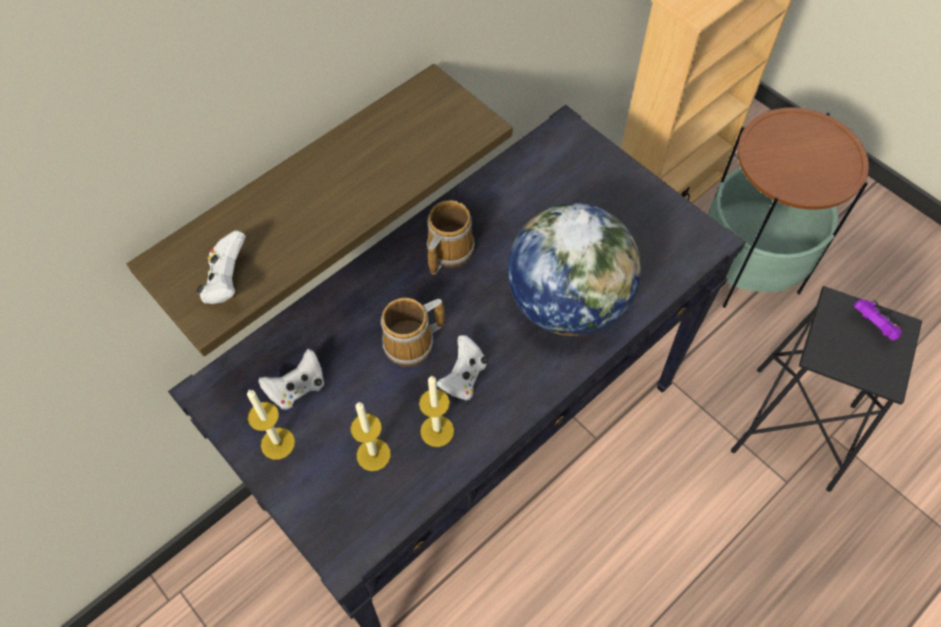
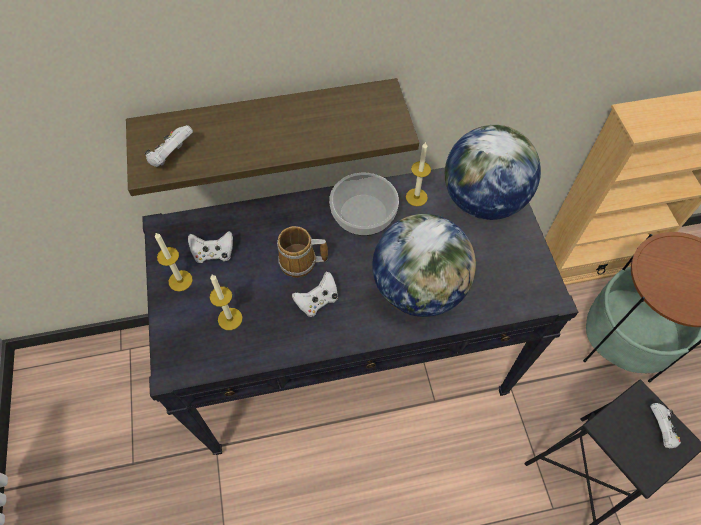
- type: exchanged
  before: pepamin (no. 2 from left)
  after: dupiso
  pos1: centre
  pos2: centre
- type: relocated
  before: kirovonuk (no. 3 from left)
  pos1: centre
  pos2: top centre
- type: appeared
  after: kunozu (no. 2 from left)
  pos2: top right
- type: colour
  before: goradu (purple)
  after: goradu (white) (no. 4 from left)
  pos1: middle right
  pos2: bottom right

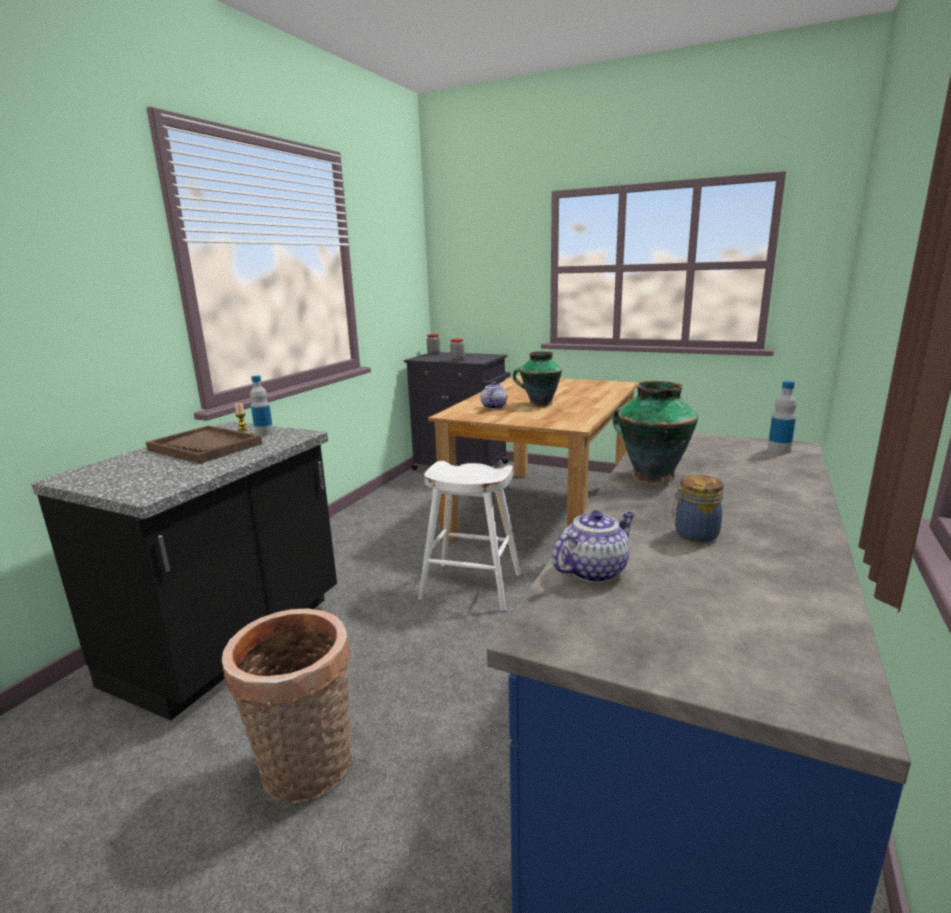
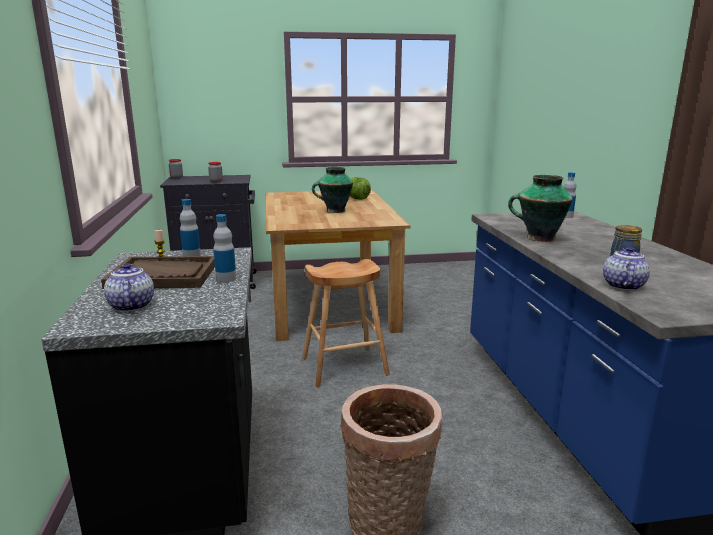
- type: relocated
  before: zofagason (no. 1 from left)
  pos1: centre
  pos2: middle left
- type: appeared
  after: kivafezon (no. 2 from left)
  pos2: middle left
- type: colour
  before: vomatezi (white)
  after: vomatezi (brown)
  pos1: centre
  pos2: centre
- type: appeared
  after: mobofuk
  pos2: centre

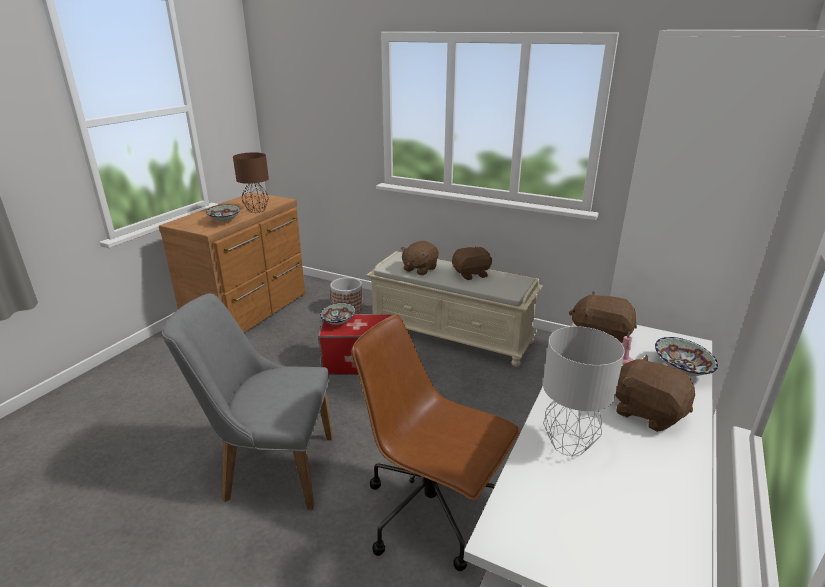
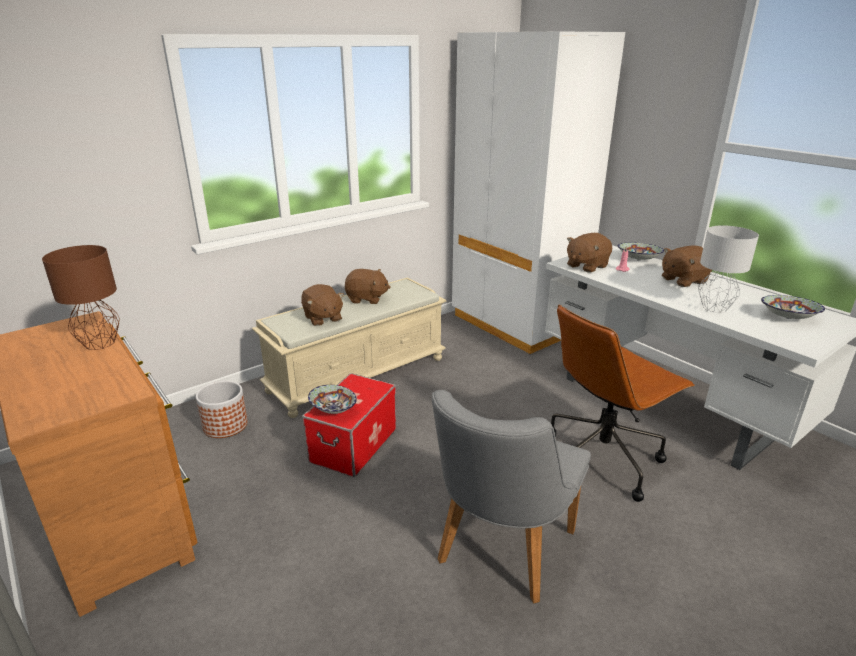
- type: spun
  before: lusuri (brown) (no. 2 from left)
  pos1: centre
  pos2: centre
  turn: 90
- type: relocated
  before: dupiso (no. 1 from left in the first image)
  after: dupiso (no. 3 from left)
  pos1: middle left
  pos2: middle right

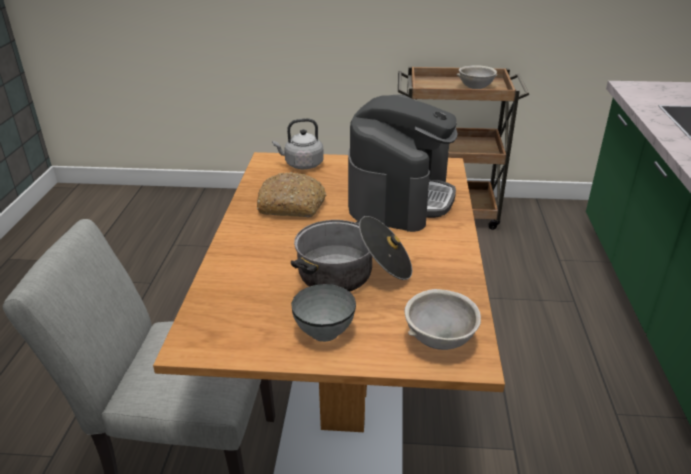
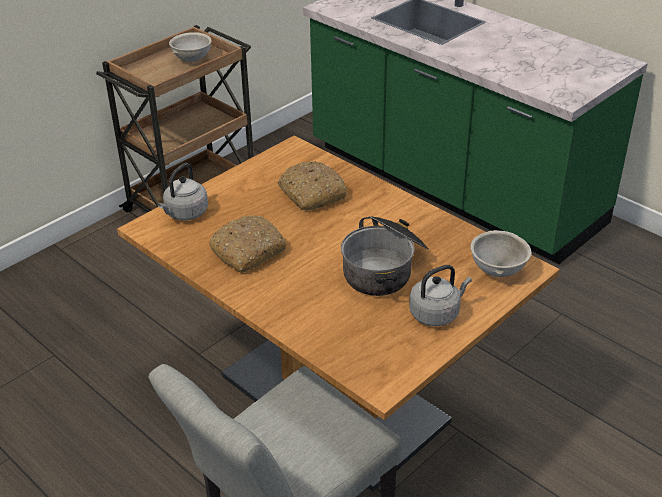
- type: exchanged
  before: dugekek
  after: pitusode (no. 2 from left)
  pos1: centre
  pos2: centre
- type: exchanged
  before: dupiso (grey) (no. 1 from left)
  after: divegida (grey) (no. 2 from left)
  pos1: centre
  pos2: centre

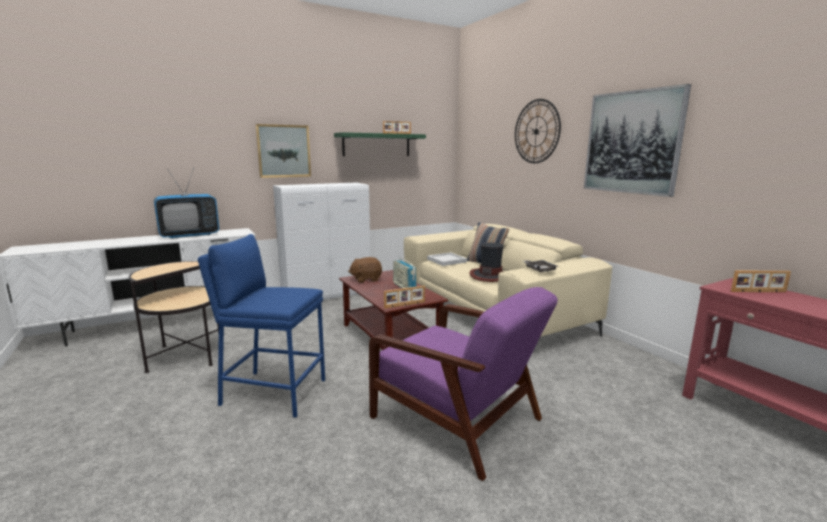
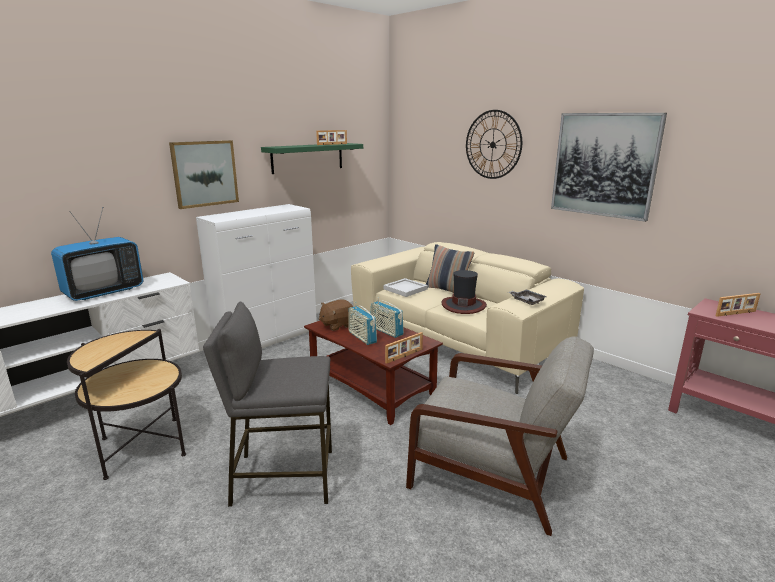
- type: colour
  before: vomatezi (blue)
  after: vomatezi (grey)
  pos1: middle left
  pos2: bottom centre
- type: appeared
  after: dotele (no. 1 from left)
  pos2: centre
- type: colour
  before: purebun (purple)
  after: purebun (grey)
  pos1: bottom centre
  pos2: bottom centre

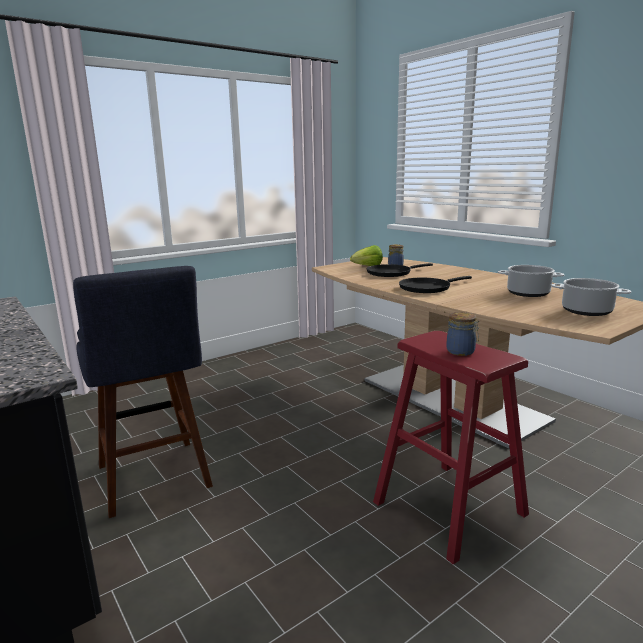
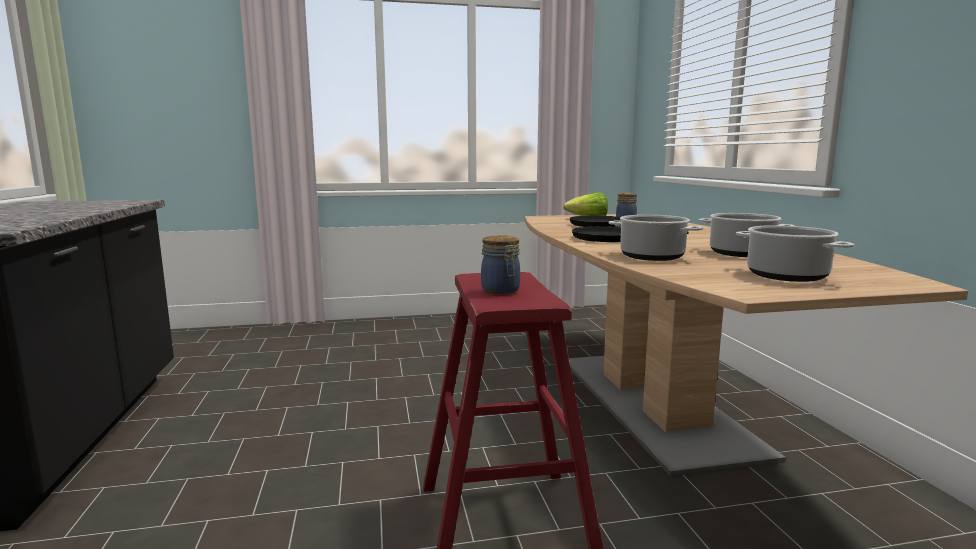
- type: appeared
  after: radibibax (no. 1 from left)
  pos2: middle right
- type: missing
  before: vomatezi (blue)
  pos1: middle left

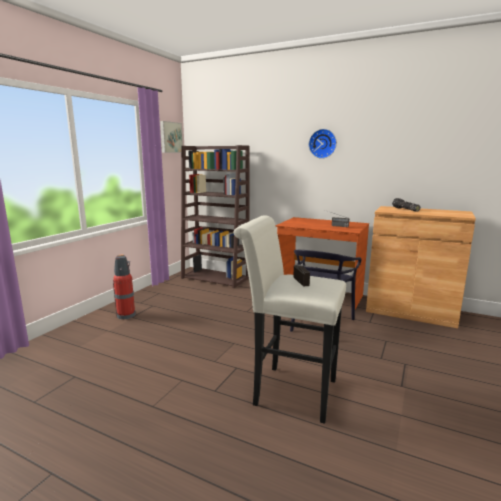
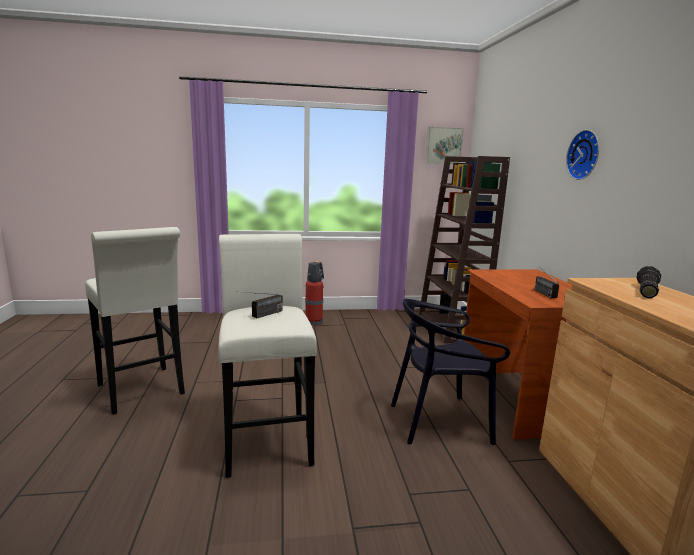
- type: appeared
  after: vomatezi (white) (no. 1 from left)
  pos2: middle left

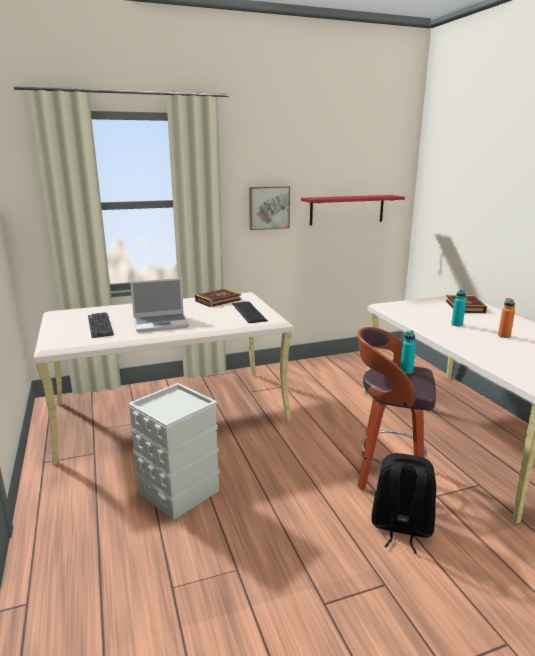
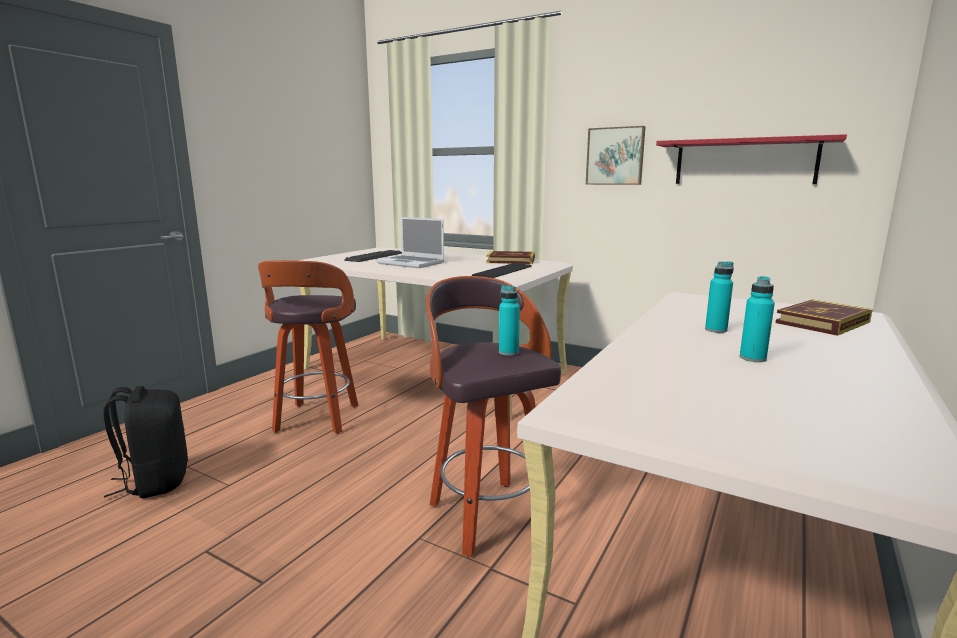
- type: relocated
  before: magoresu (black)
  pos1: bottom right
  pos2: bottom left
- type: exchanged
  before: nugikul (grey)
  after: vomatezi (no. 1 from left)
  pos1: bottom left
  pos2: middle left
- type: colour
  before: kivafezon (orange)
  after: kivafezon (turquoise) (no. 3 from left)
  pos1: middle right
  pos2: middle right

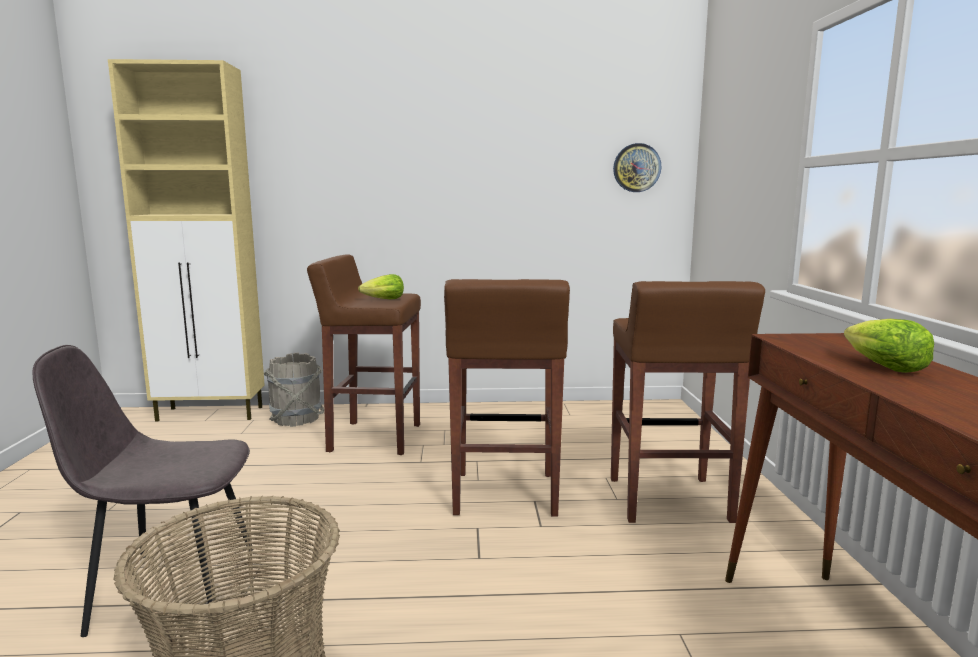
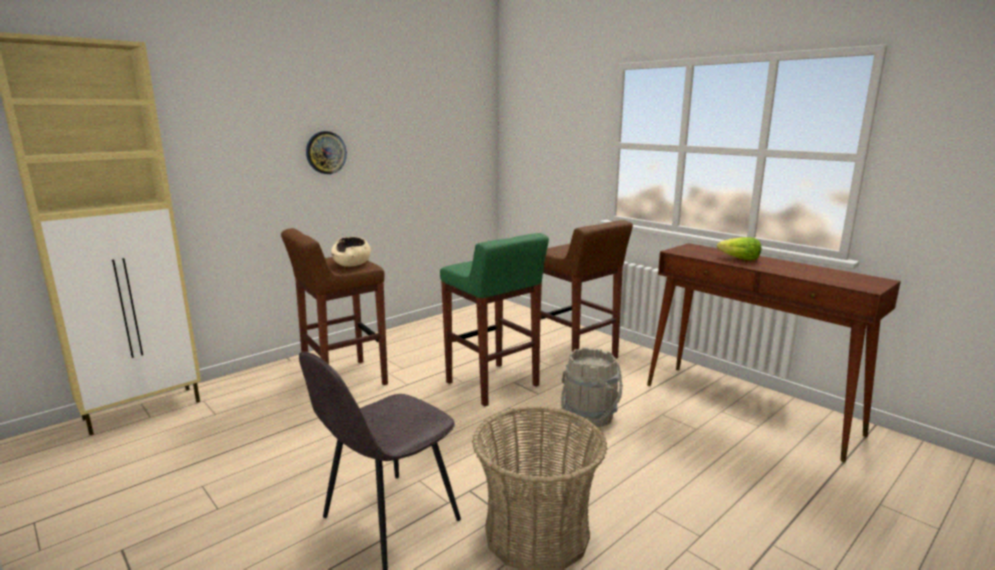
- type: relocated
  before: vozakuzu
  pos1: top centre
  pos2: top left
- type: exchanged
  before: mobofuk (no. 1 from left)
  after: dupiso (beige)
  pos1: centre
  pos2: centre
- type: colour
  before: vomatezi (brown) (no. 2 from left)
  after: vomatezi (green)
  pos1: centre
  pos2: centre
- type: relocated
  before: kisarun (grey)
  pos1: middle left
  pos2: bottom centre

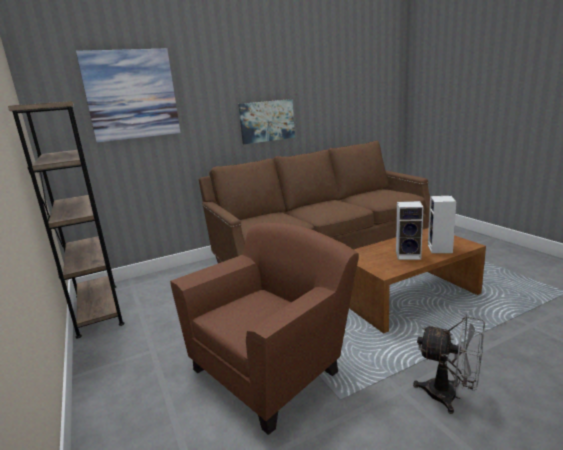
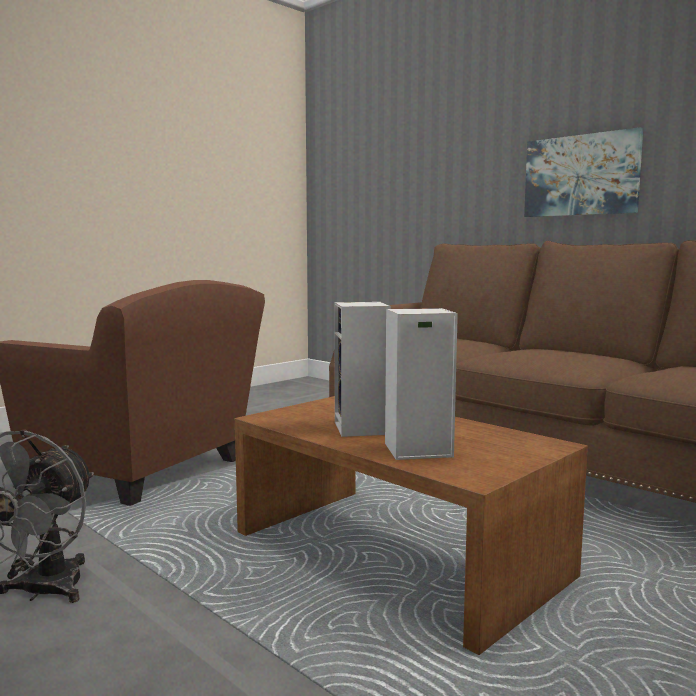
- type: missing
  before: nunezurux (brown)
  pos1: middle left
- type: missing
  before: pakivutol (no. 1 from left)
  pos1: top left

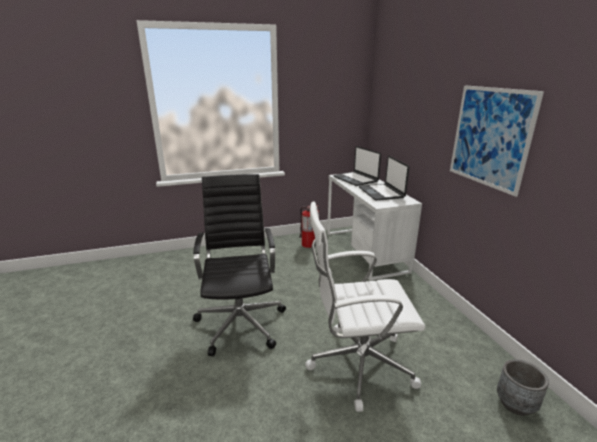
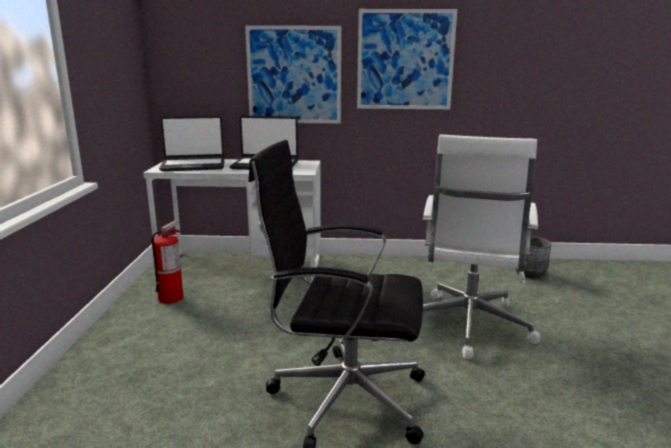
- type: appeared
  after: pakivutol (no. 1 from left)
  pos2: top centre

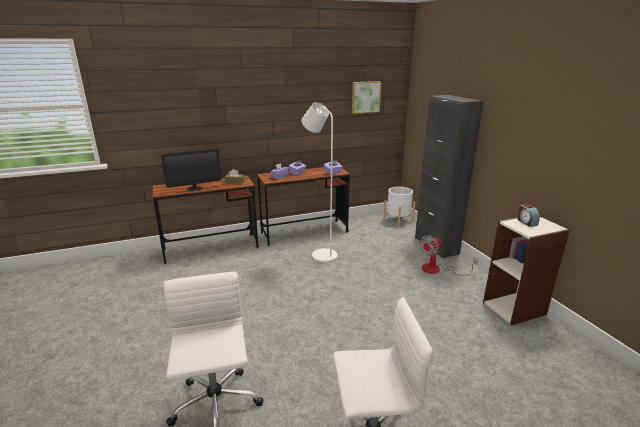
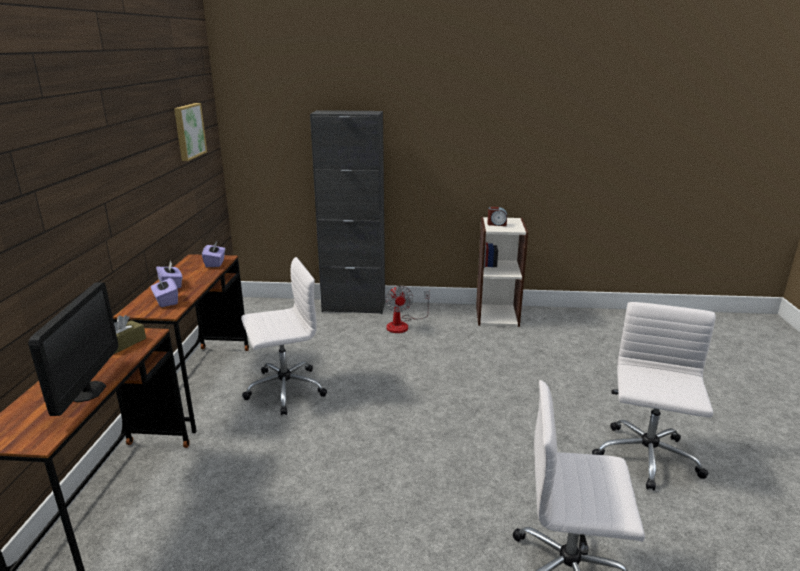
- type: exchanged
  before: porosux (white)
  after: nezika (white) (no. 1 from left)
  pos1: centre
  pos2: centre
- type: missing
  before: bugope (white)
  pos1: centre

